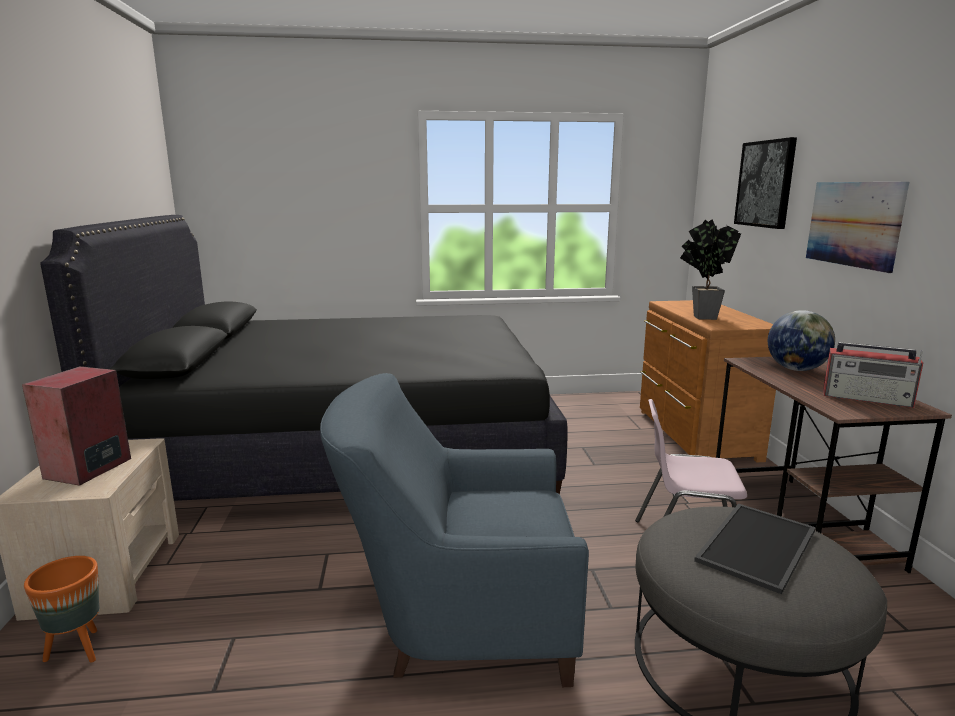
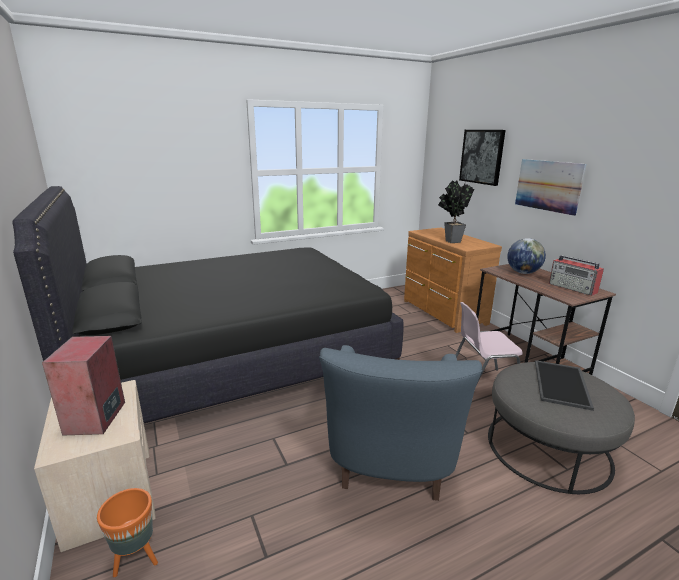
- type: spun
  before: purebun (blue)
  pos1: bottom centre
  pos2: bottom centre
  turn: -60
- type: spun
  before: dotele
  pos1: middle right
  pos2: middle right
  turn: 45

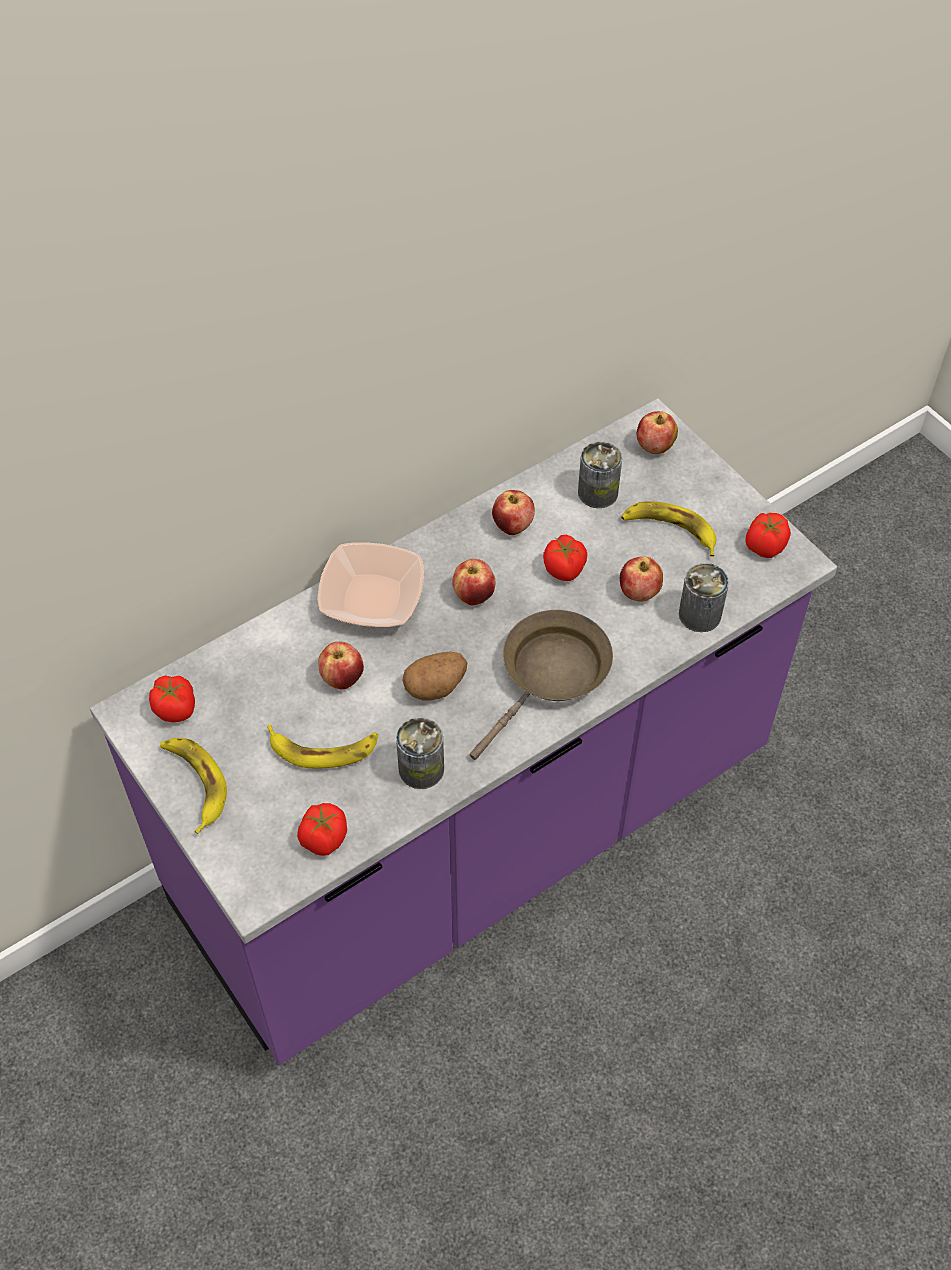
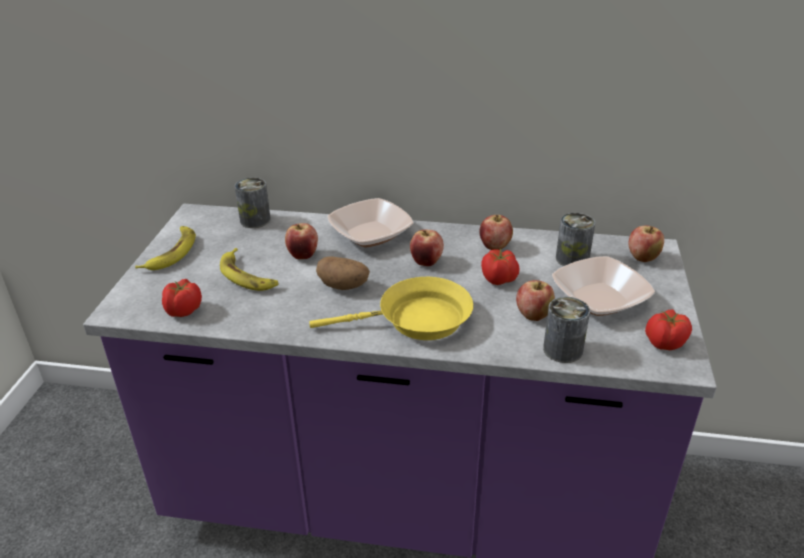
- type: relocated
  before: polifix (no. 1 from left)
  pos1: centre
  pos2: middle left
- type: colour
  before: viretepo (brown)
  after: viretepo (yellow)
  pos1: centre
  pos2: centre
- type: exchanged
  before: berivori (no. 3 from left)
  after: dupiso (no. 2 from left)
  pos1: middle right
  pos2: middle right
- type: missing
  before: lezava (no. 1 from left)
  pos1: middle left

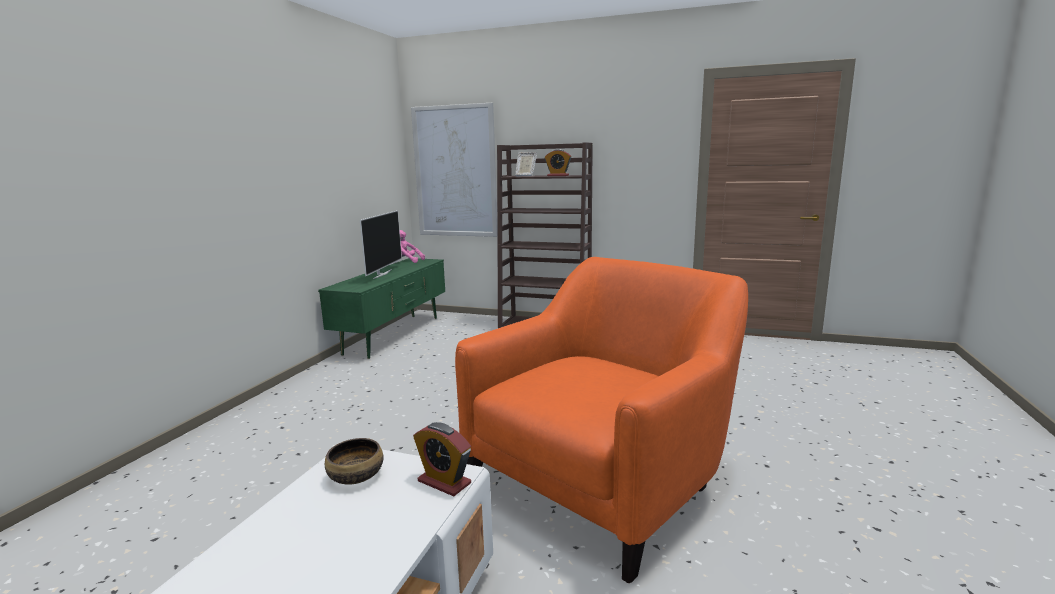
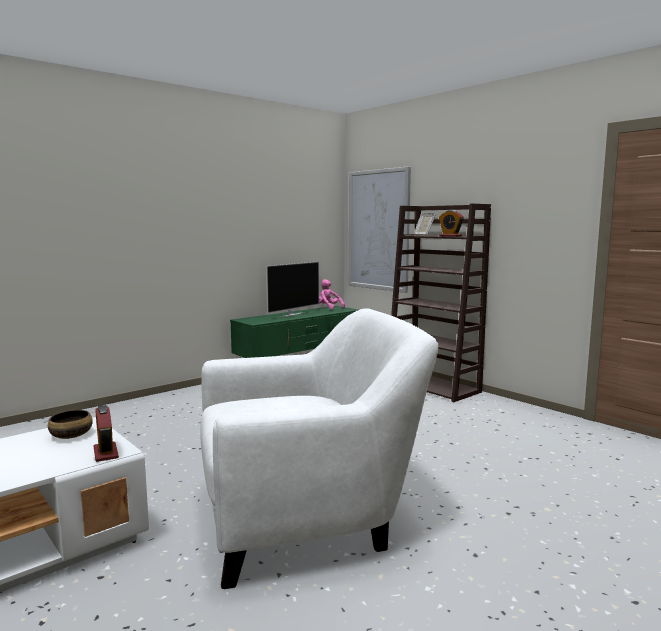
- type: colour
  before: purebun (orange)
  after: purebun (white)
  pos1: bottom centre
  pos2: bottom centre

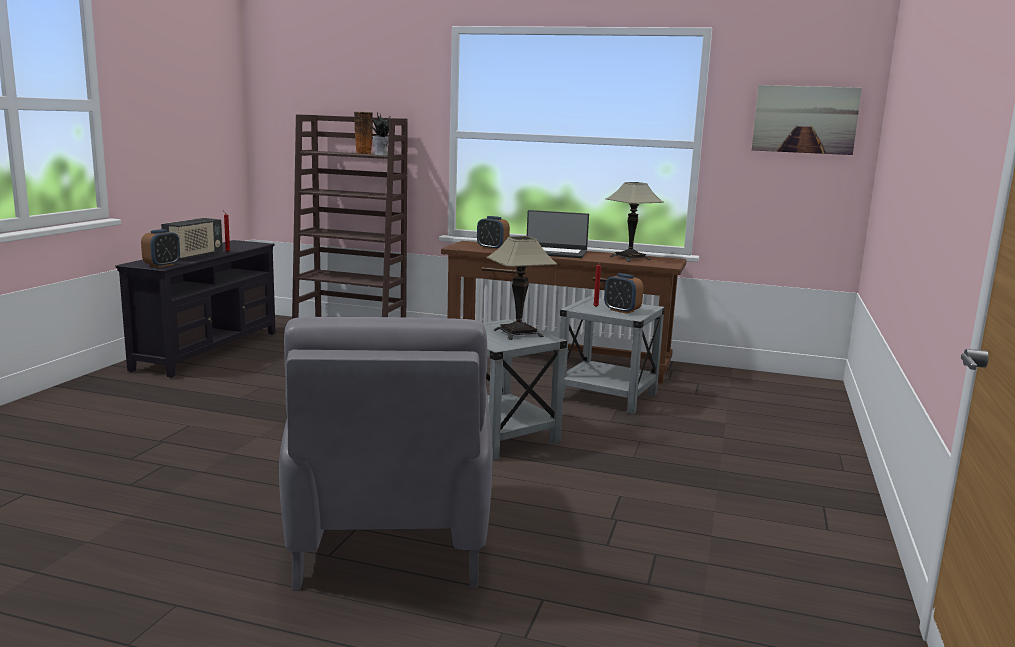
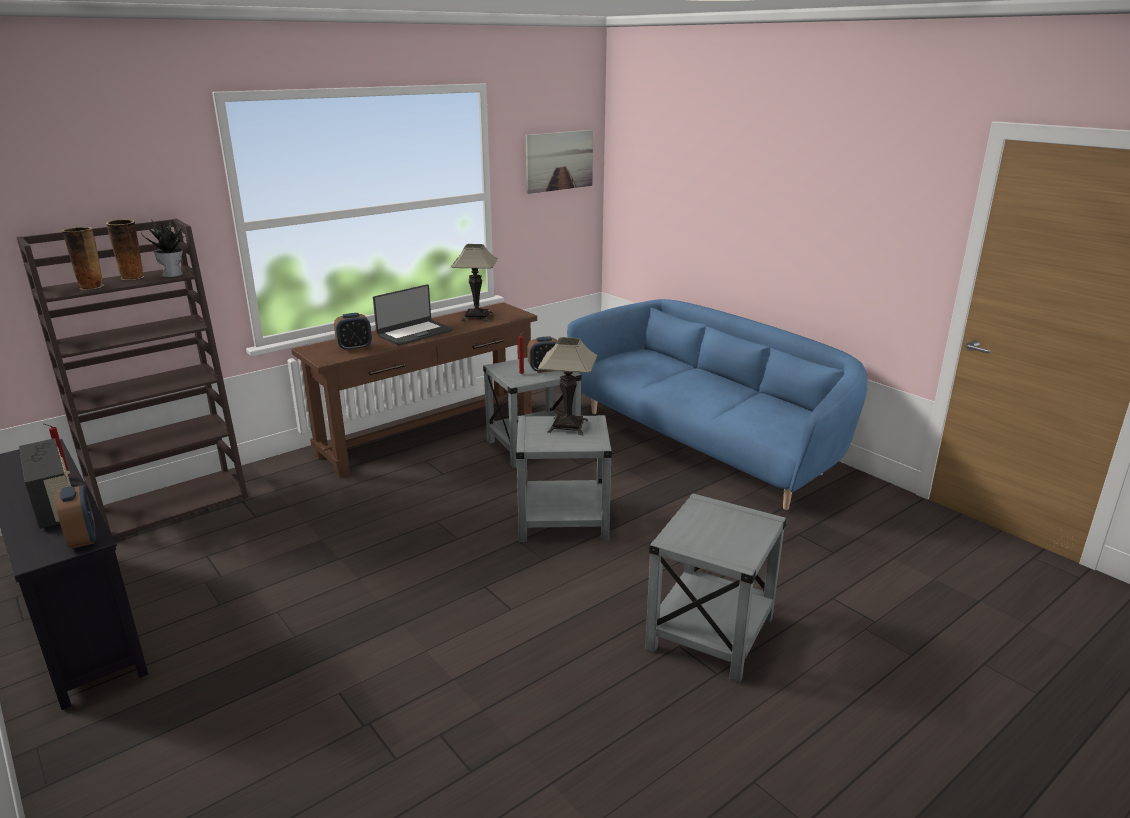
- type: appeared
  after: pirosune (no. 1 from left)
  pos2: top left
- type: appeared
  after: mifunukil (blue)
  pos2: centre
- type: exchanged
  before: purebun (grey)
  after: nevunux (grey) (no. 3 from left)
  pos1: bottom centre
  pos2: bottom centre

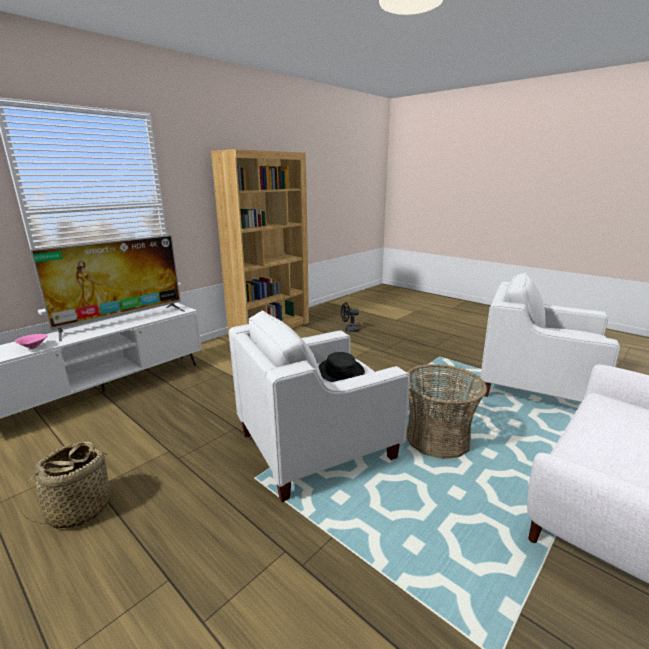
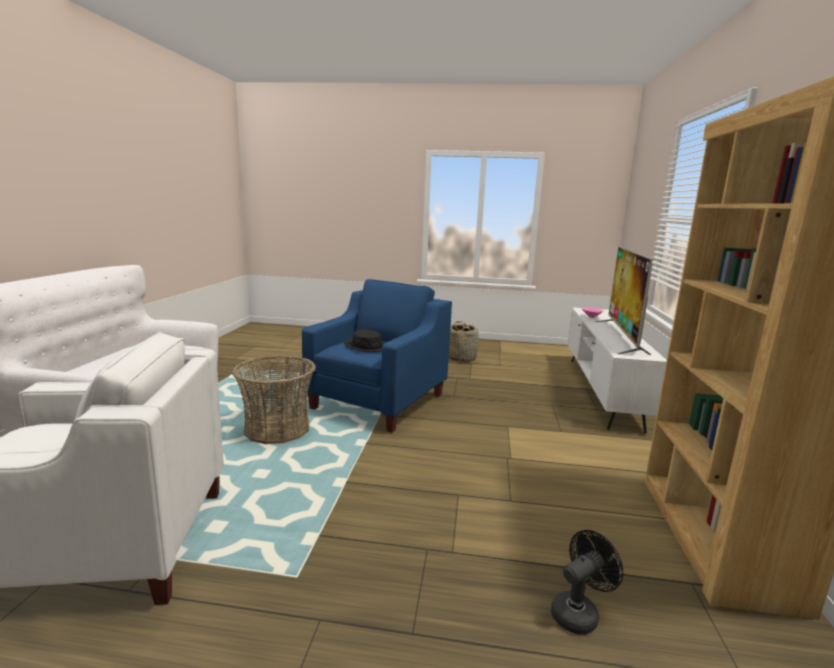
- type: colour
  before: purebun (white) (no. 1 from left)
  after: purebun (blue)
  pos1: centre
  pos2: centre

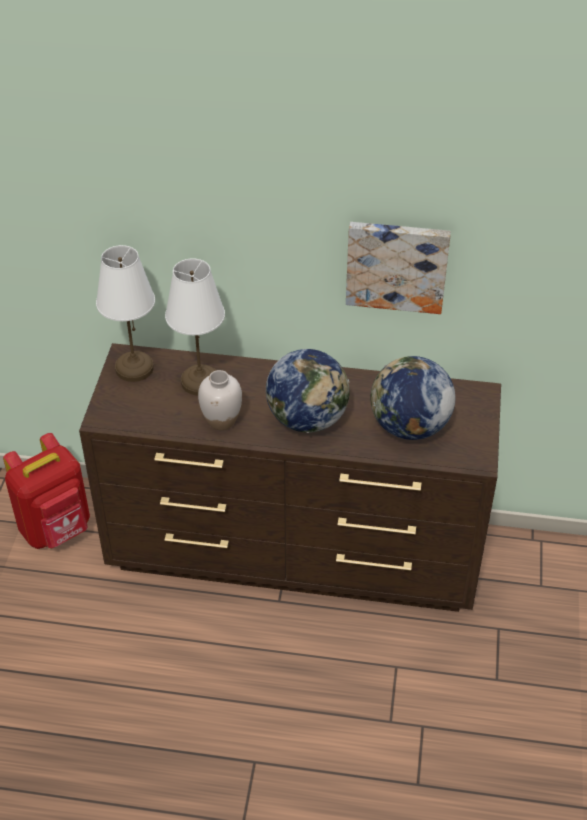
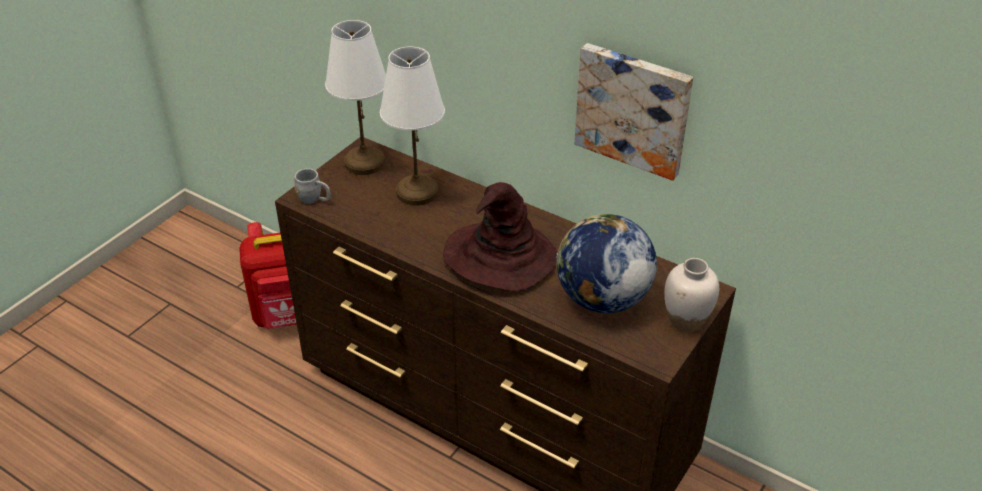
- type: appeared
  after: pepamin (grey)
  pos2: middle left
- type: exchanged
  before: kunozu (no. 1 from left)
  after: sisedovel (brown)
  pos1: centre
  pos2: centre
- type: relocated
  before: pirosune (white)
  pos1: centre
  pos2: middle right

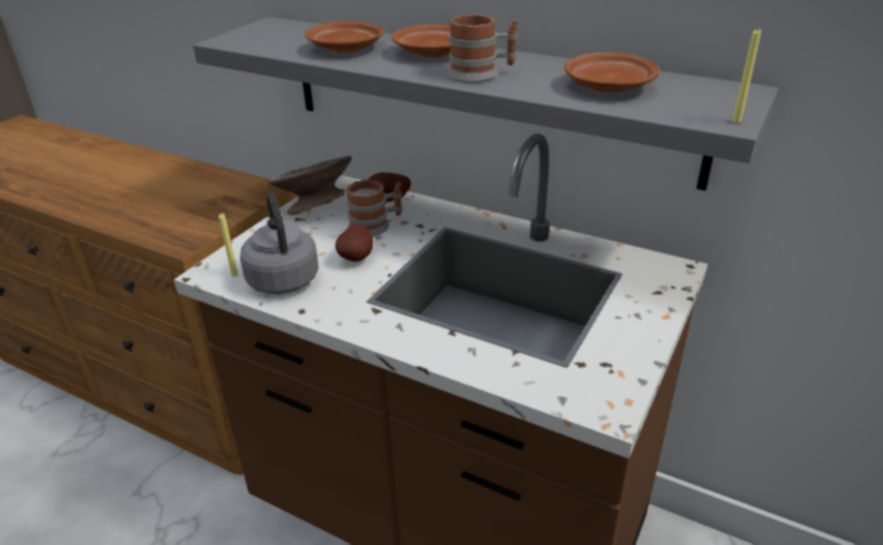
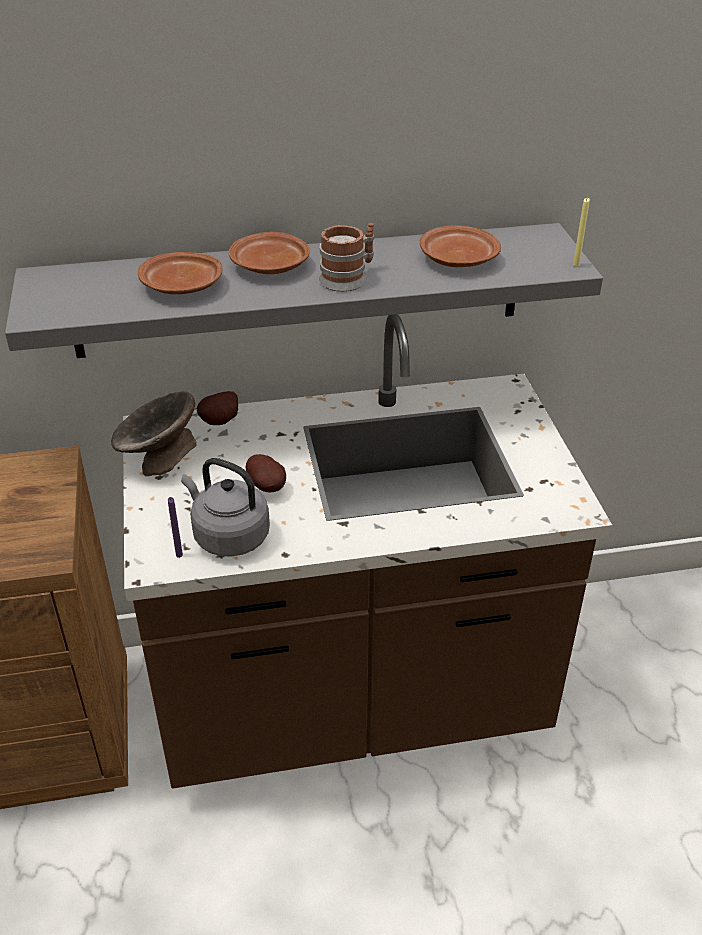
- type: colour
  before: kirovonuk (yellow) (no. 1 from left)
  after: kirovonuk (purple)
  pos1: middle left
  pos2: middle left
- type: missing
  before: pepamin (no. 1 from left)
  pos1: centre

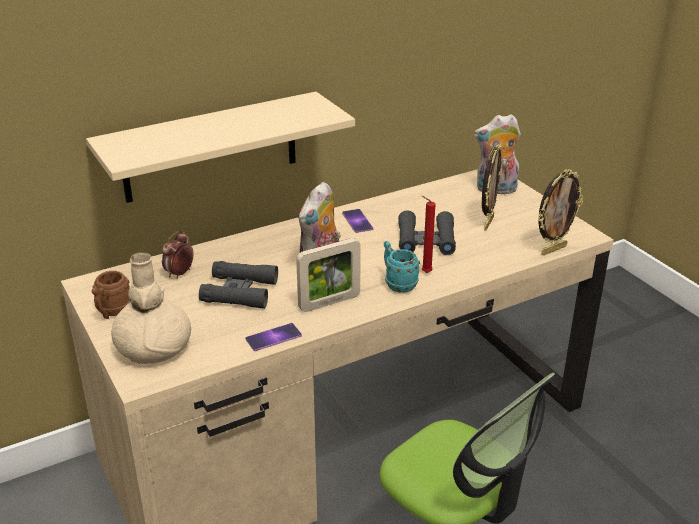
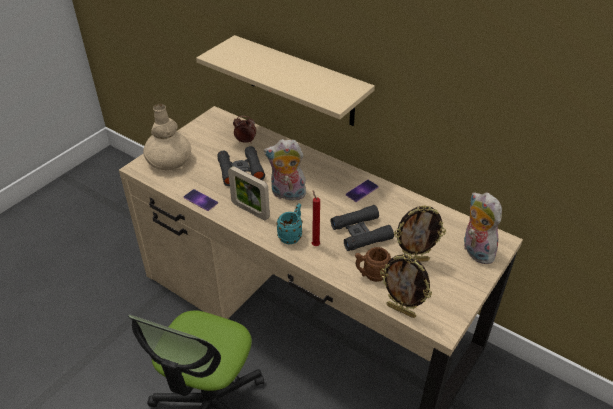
- type: relocated
  before: pepamin (brown)
  pos1: middle left
  pos2: centre

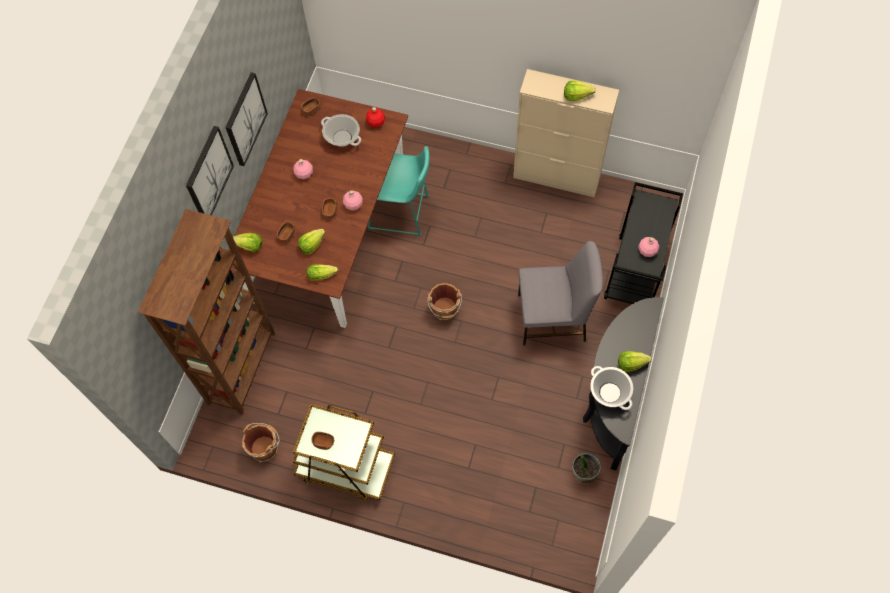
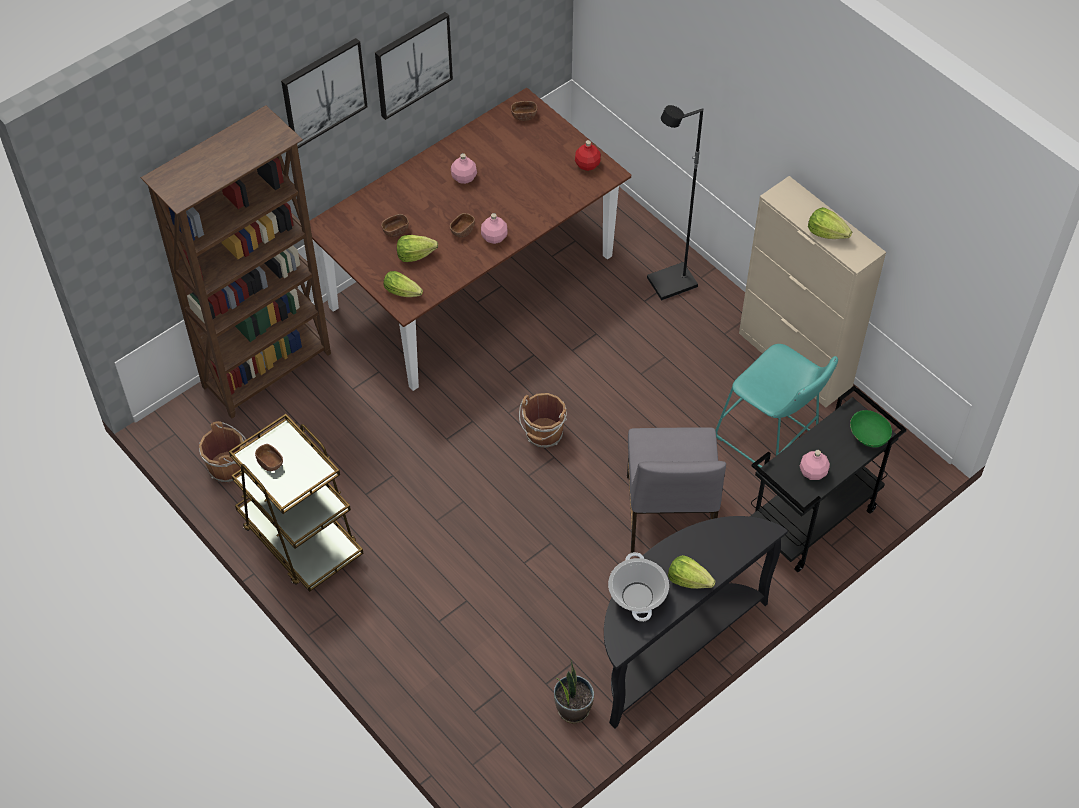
- type: spun
  before: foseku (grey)
  pos1: centre
  pos2: centre
  turn: 60
- type: appeared
  after: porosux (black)
  pos2: top centre
- type: relocated
  before: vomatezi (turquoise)
  pos1: top centre
  pos2: middle right
- type: appeared
  after: dupiso (green)
  pos2: middle right
- type: missing
  before: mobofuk (no. 1 from left)
  pos1: middle left
- type: missing
  before: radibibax (no. 1 from left)
  pos1: top centre

